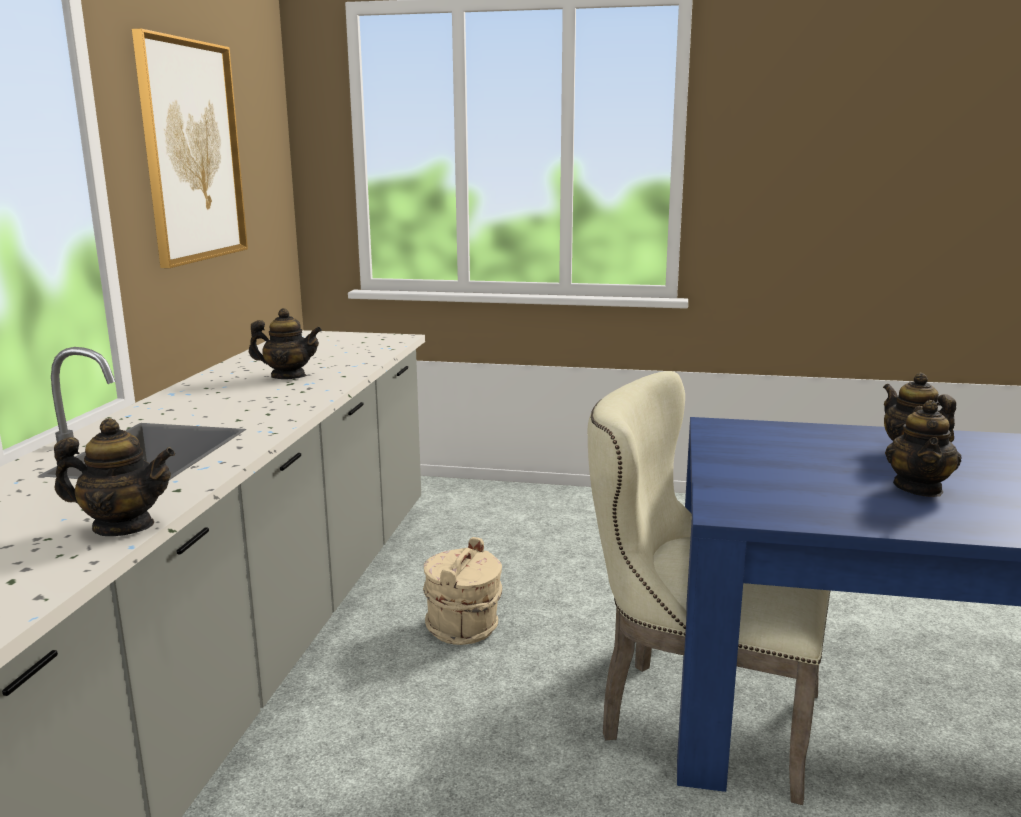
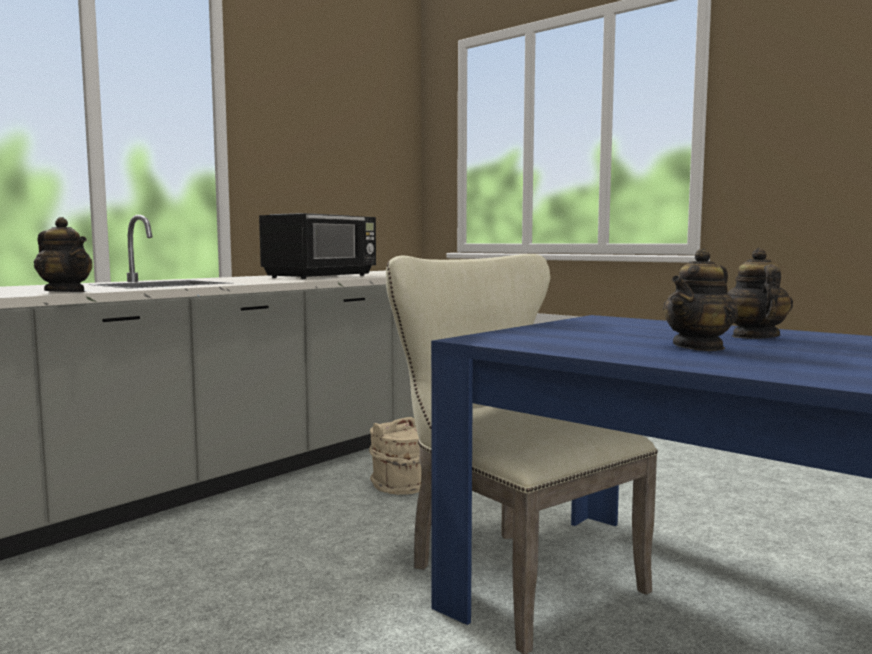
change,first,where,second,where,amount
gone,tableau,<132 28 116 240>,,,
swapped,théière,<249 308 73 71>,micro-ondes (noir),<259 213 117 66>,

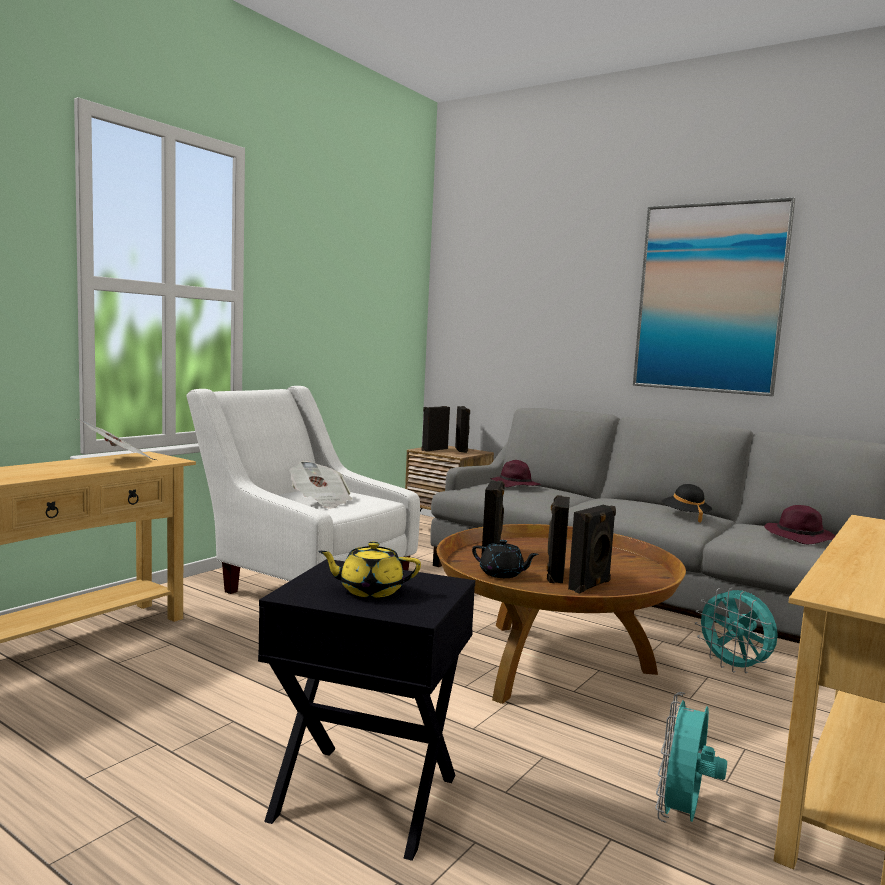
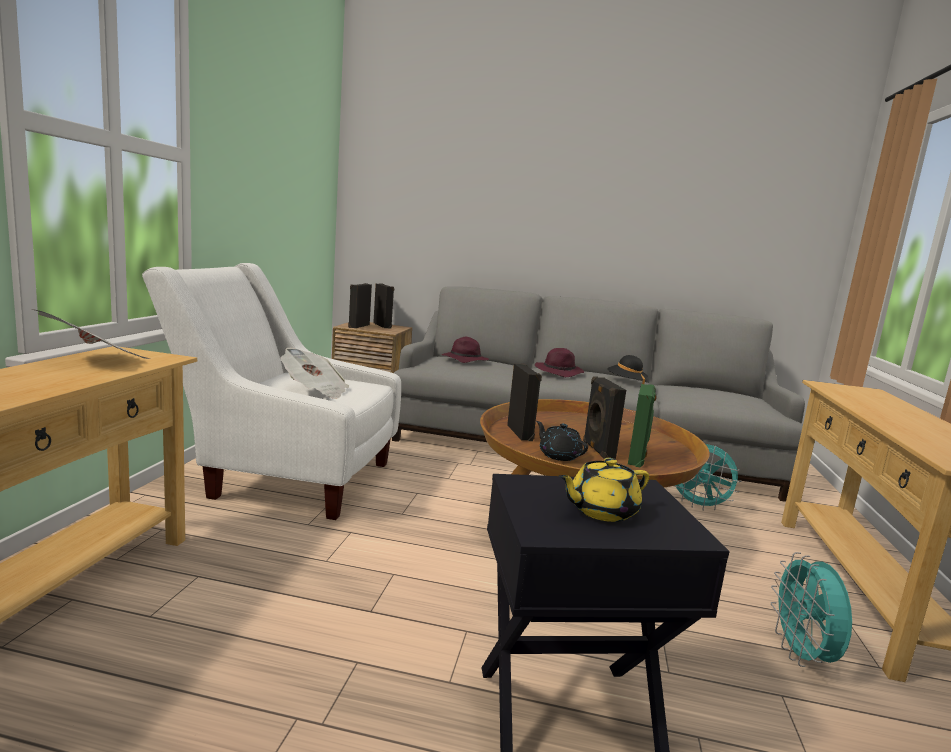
change,first,where,second,where,amount
gone,tableau,<633 197 162 199>,,,
shifted,chapeau (violet),<764 505 71 39>,,<535 348 49 29>,
repainted,enceinte (noir),<568 505 48 89>,enceinte (vert),<628 384 29 84>,
rotated,théière (noir),<472 540 67 38>,,<536 421 52 40>,135 degrees counterclockwise

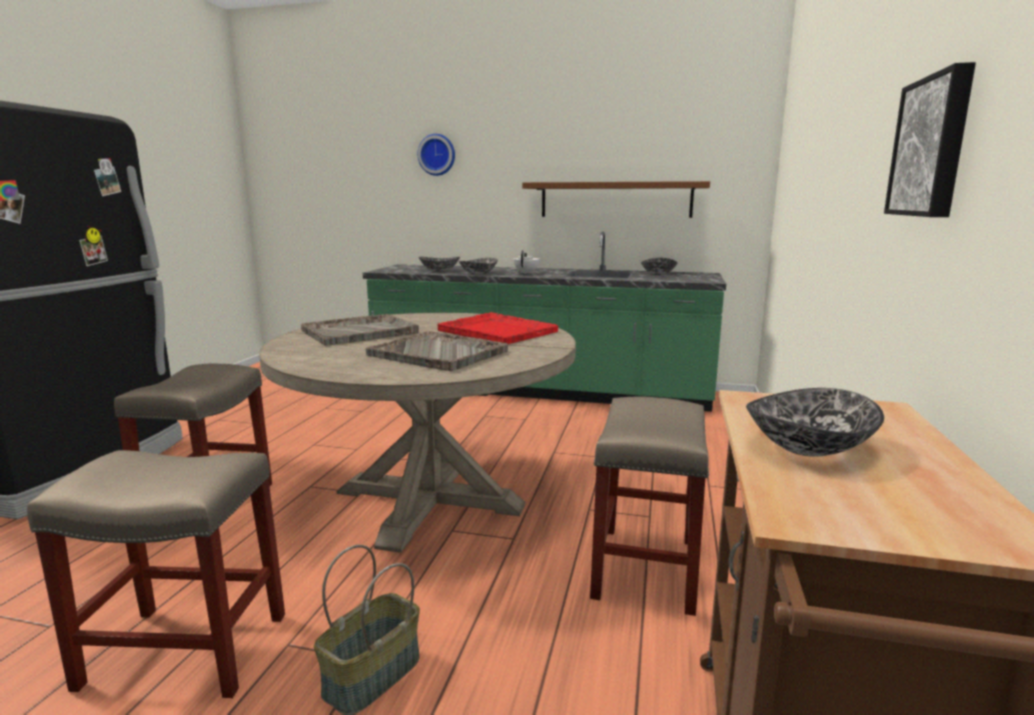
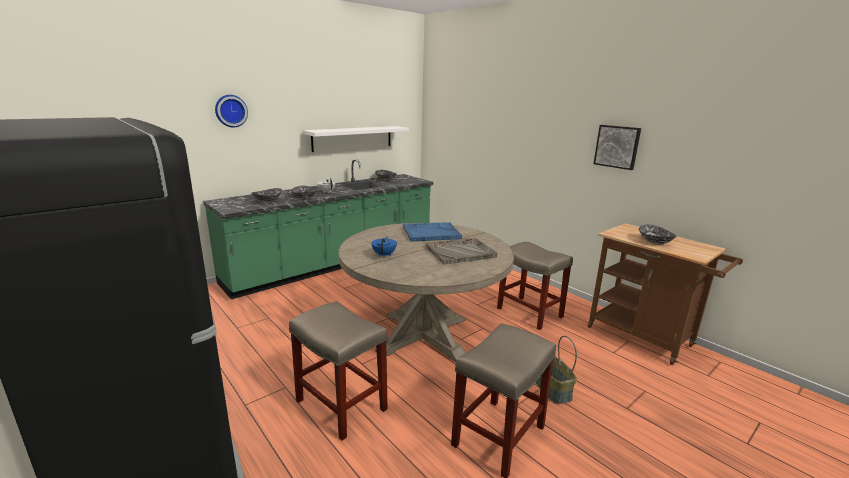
change,first,where,second,where,amount
swapped,plateau (gris),<301 314 118 32>,théière (bleu),<371 236 26 21>,
repainted,plateau (rouge),<437 312 121 32>,plateau (bleu),<403 222 59 20>,
repainted,étagère (marron),<522 181 188 37>,étagère (blanc),<303 126 106 26>,

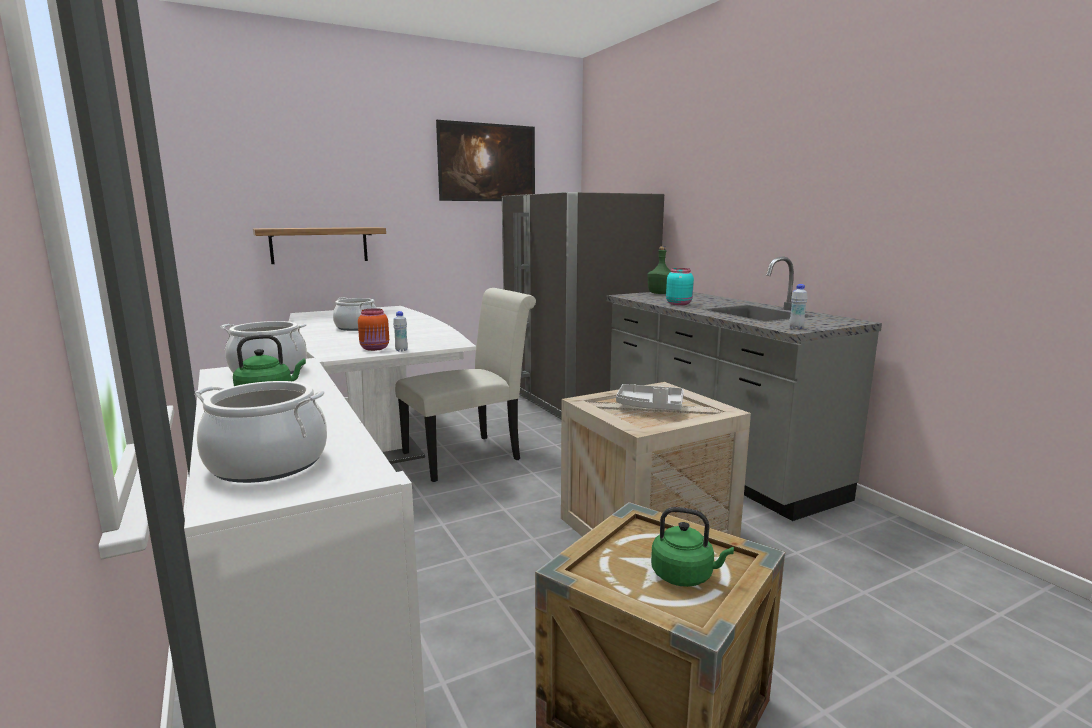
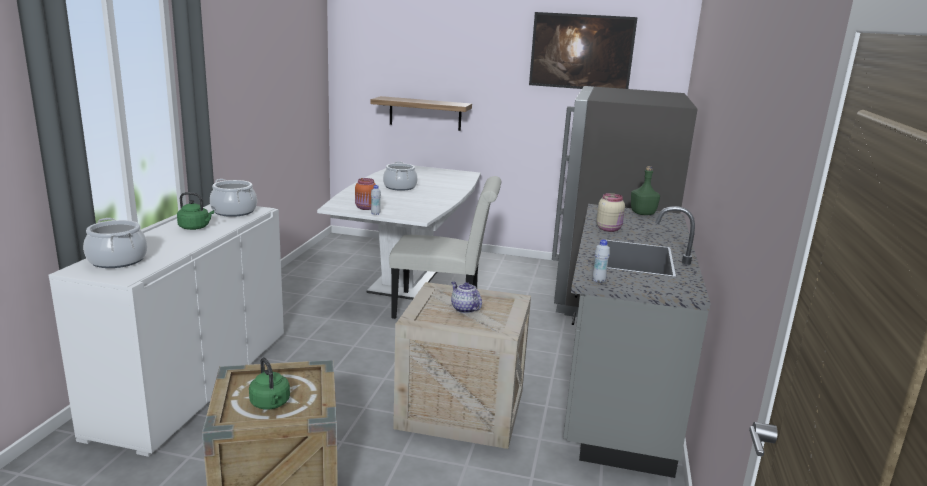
change,first,where,second,where,amount
swapped,plateau (gris),<616 384 68 26>,théière,<451 282 31 31>,
repainted,bocal (turquoise),<666 268 28 37>,bocal (beige),<596 193 29 39>,

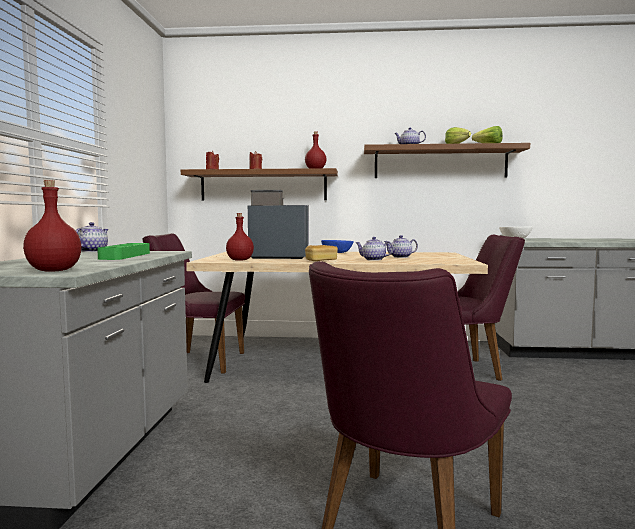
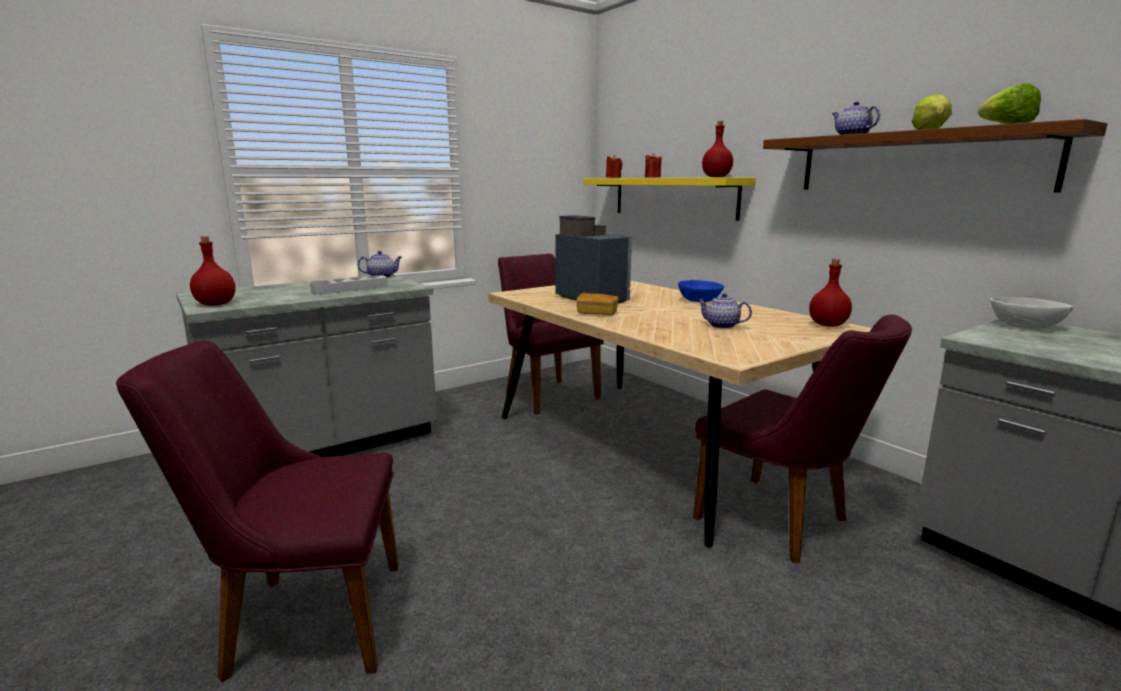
change,first,where,second,where,amount
gone,théière,<356 237 38 24>,,,
shifted,bouteille (rouge),<226 213 28 48>,,<809 259 43 68>,
repainted,plateau (vert),<97 243 53 17>,plateau (gris),<310 275 78 20>,
repainted,étagère (marron),<181 168 157 33>,étagère (jaune),<583 177 173 44>,

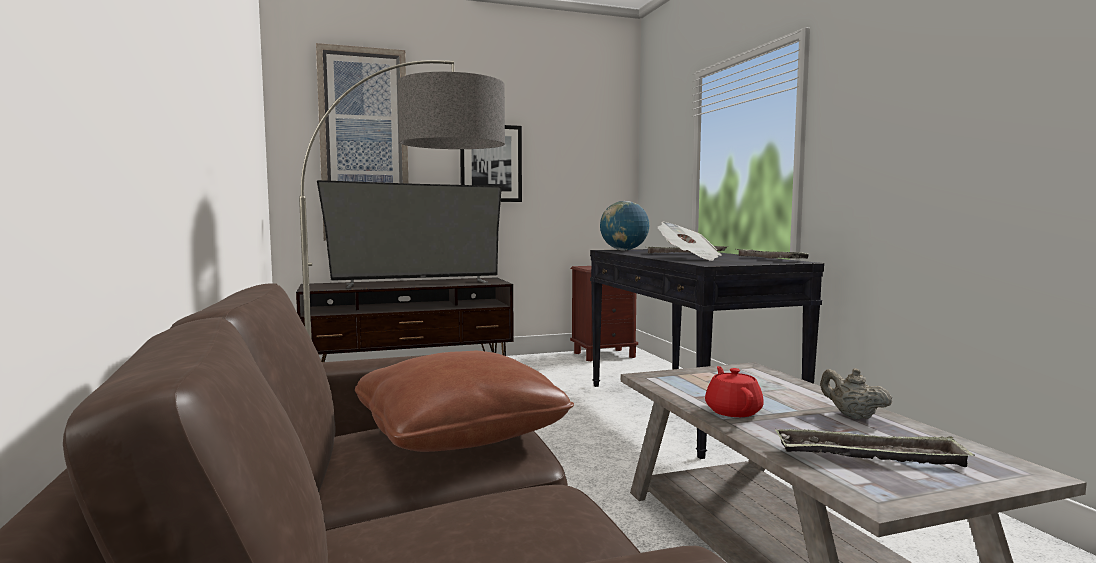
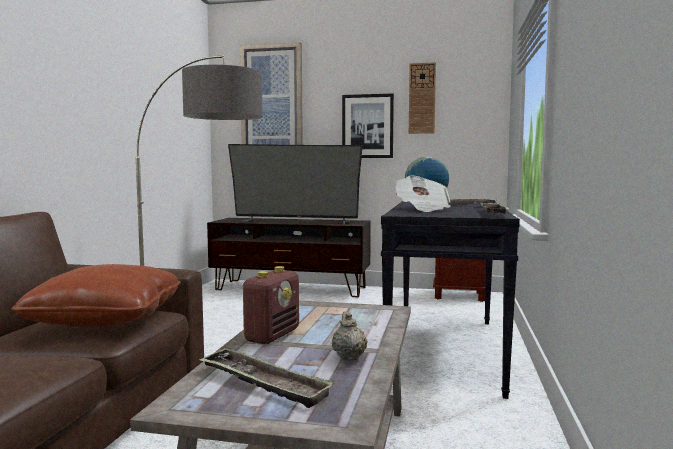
change,first,where,second,where,amount
new,,,horloge murale,<409 62 27 72>,
swapped,théière (rouge),<705 366 59 51>,radio,<243 266 56 78>,

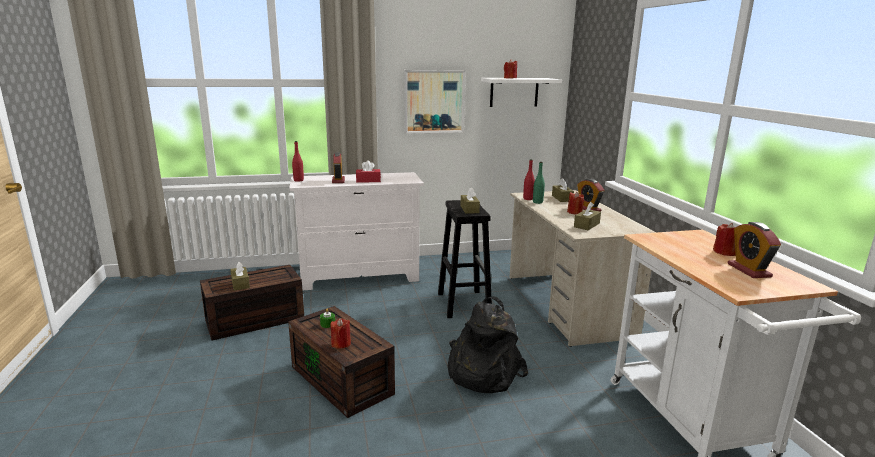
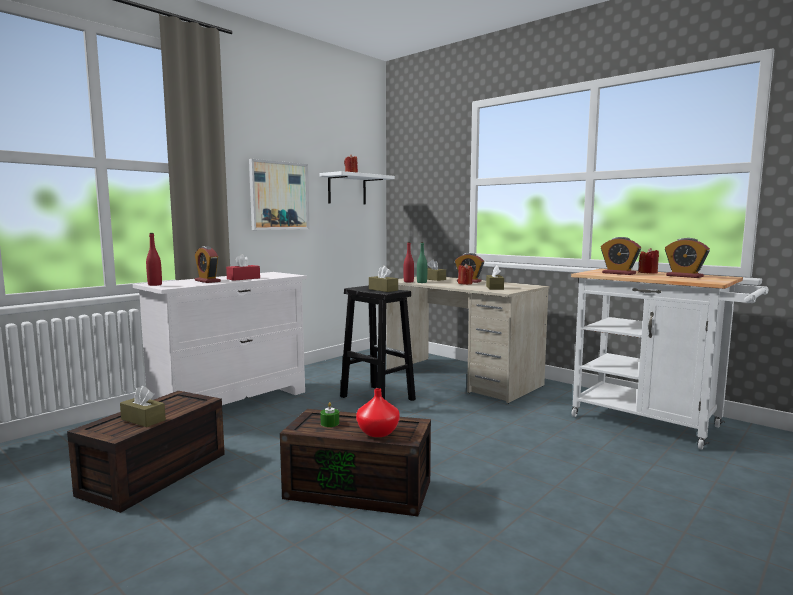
change,first,where,second,where,amount
gone,sac à dos (noir),<448 296 80 97>,,,
new,,,réveil,<601 237 40 38>,
swapped,bougie (rouge),<330 318 21 31>,vase (rouge),<356 388 44 49>,

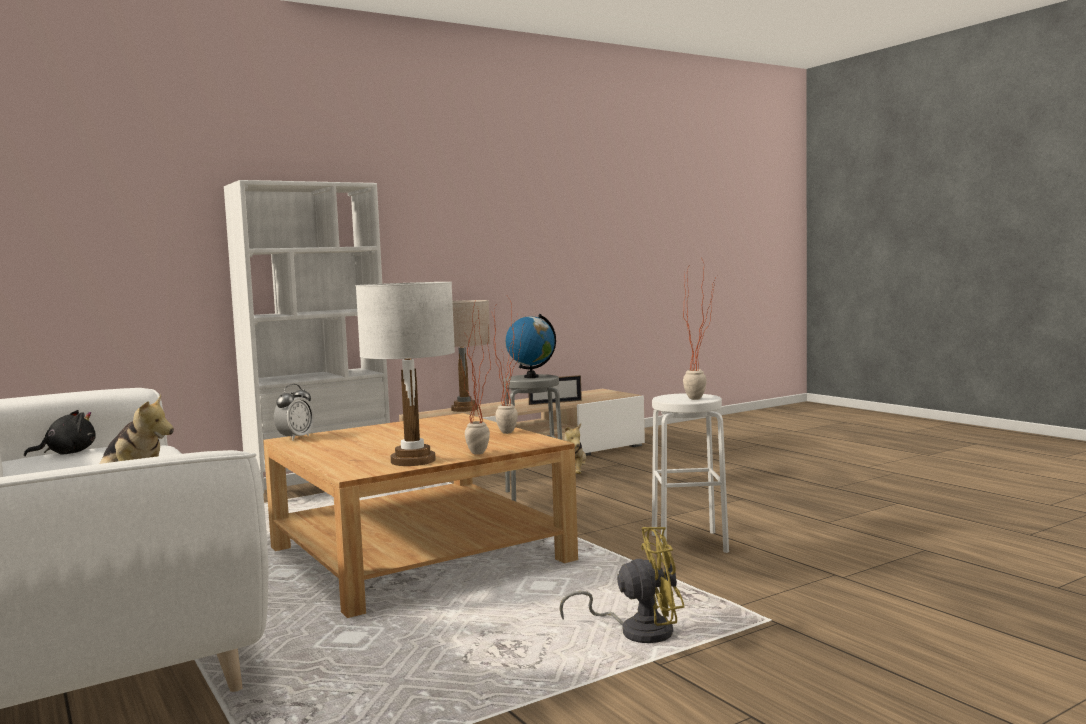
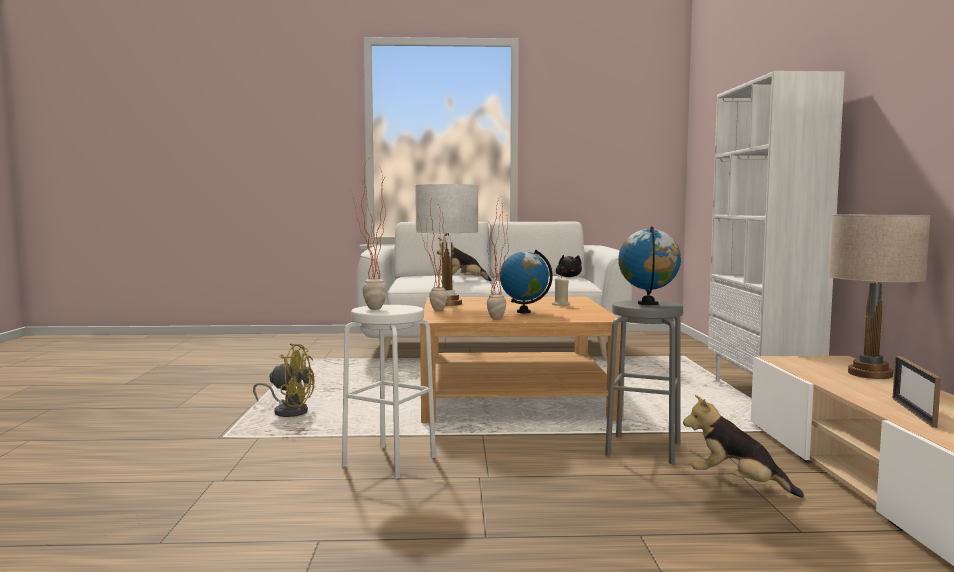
change,first,where,second,where,amount
gone,réveil,<274 384 40 57>,,,
new,,,globe,<500 250 53 63>,
new,,,bougie (beige),<552 276 18 30>,
rotated,ventilateur (jaune),<559 527 125 116>,,<253 343 61 74>,105 degrees counterclockwise

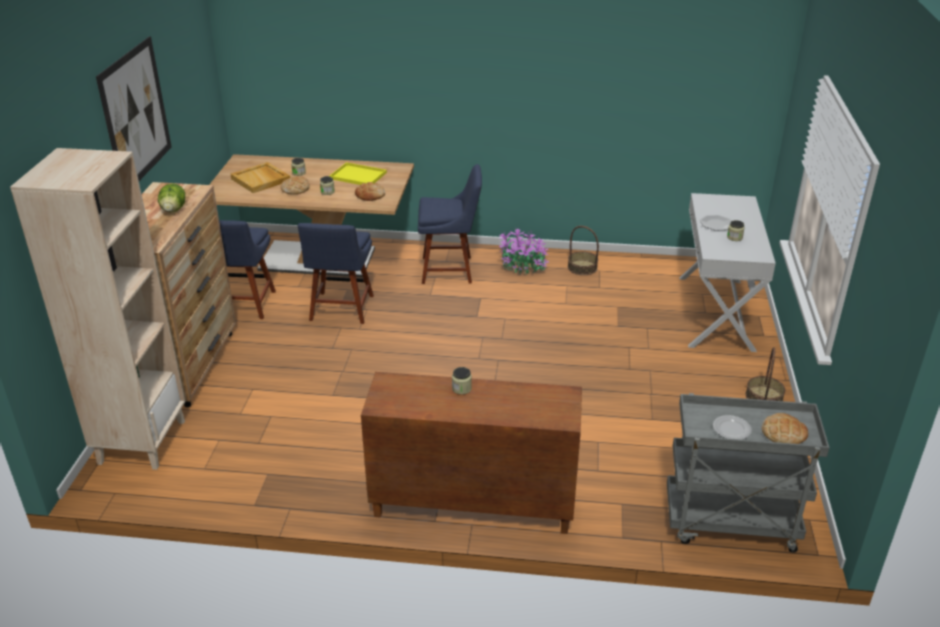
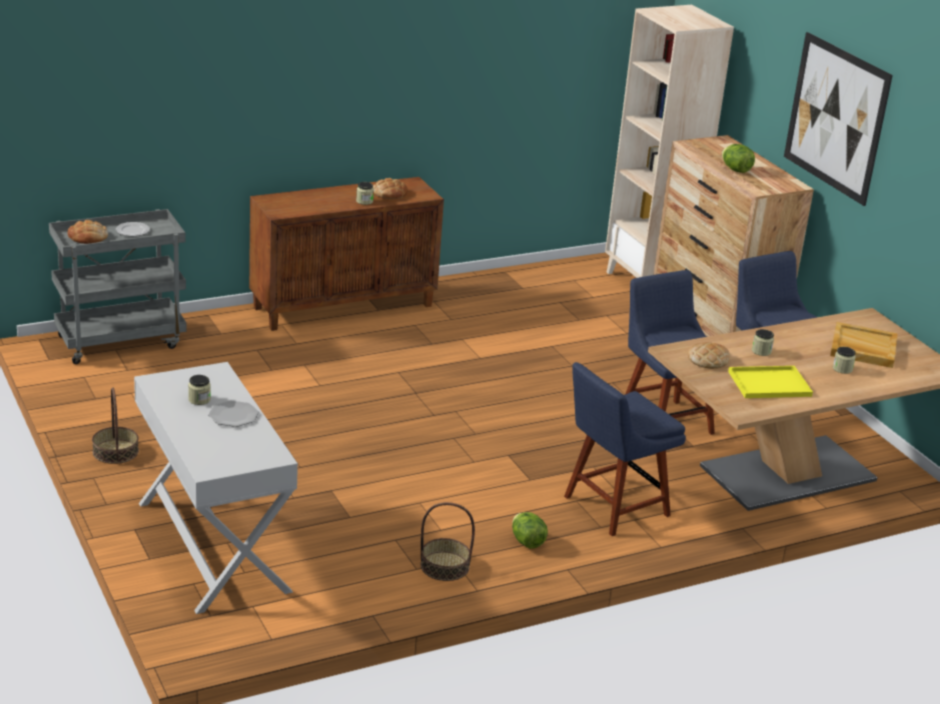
change,first,where,second,where,amount
shifted,pain,<280 176 30 18>,,<373 178 35 21>,
swapped,plante en pot,<498 228 51 46>,laitue,<512 512 36 37>,

